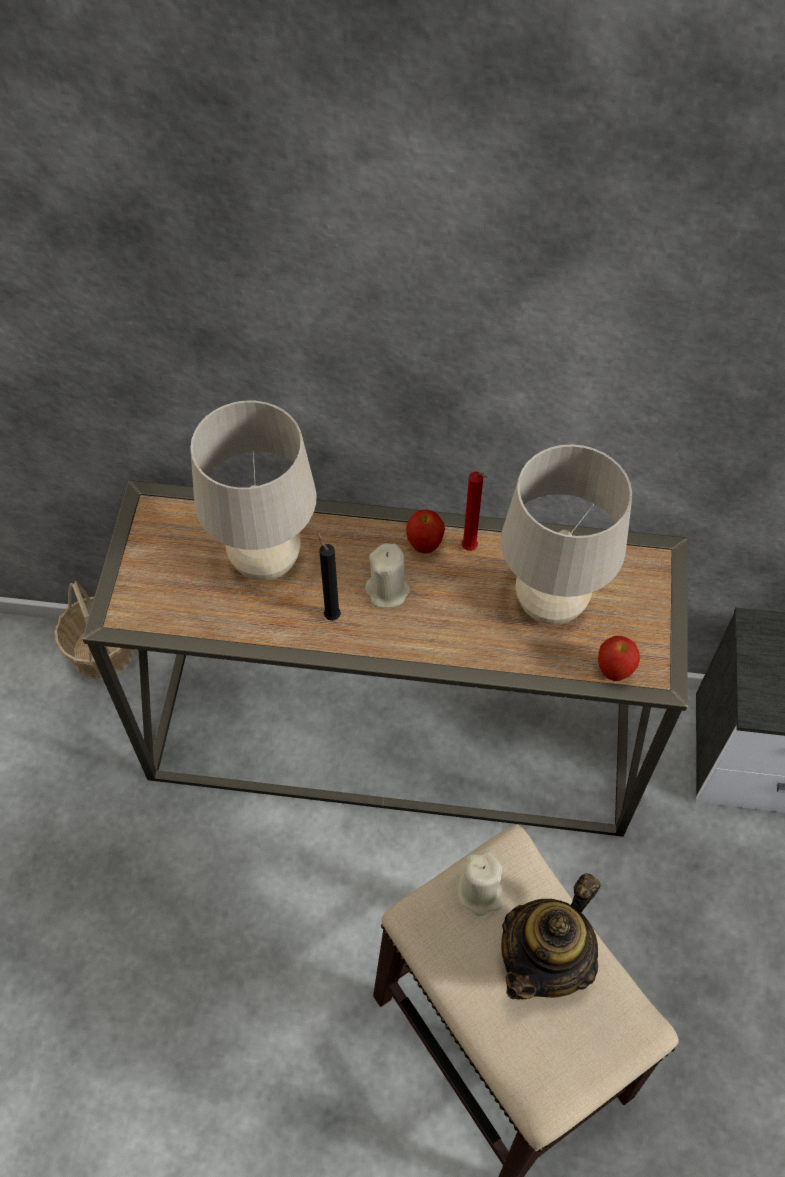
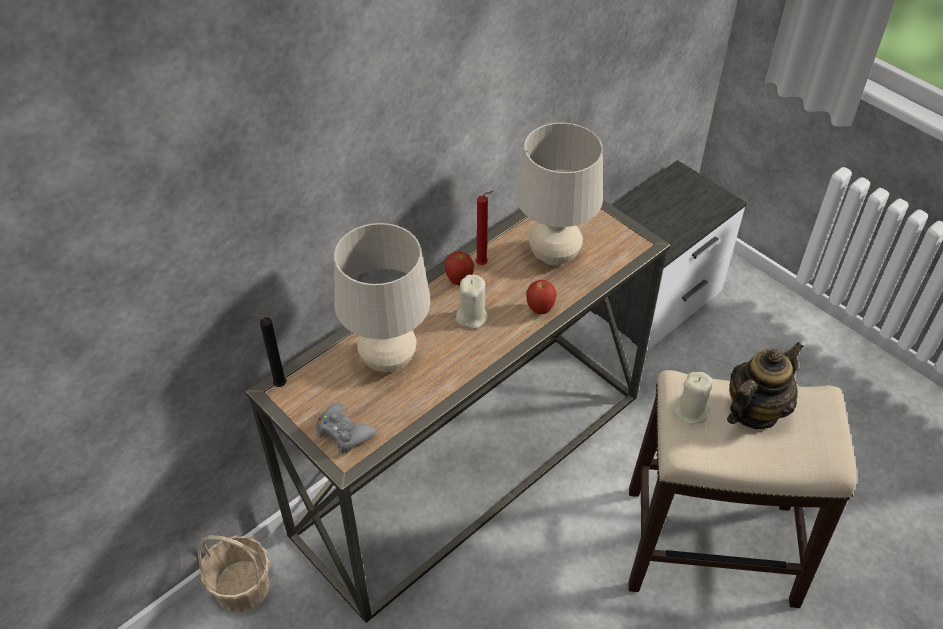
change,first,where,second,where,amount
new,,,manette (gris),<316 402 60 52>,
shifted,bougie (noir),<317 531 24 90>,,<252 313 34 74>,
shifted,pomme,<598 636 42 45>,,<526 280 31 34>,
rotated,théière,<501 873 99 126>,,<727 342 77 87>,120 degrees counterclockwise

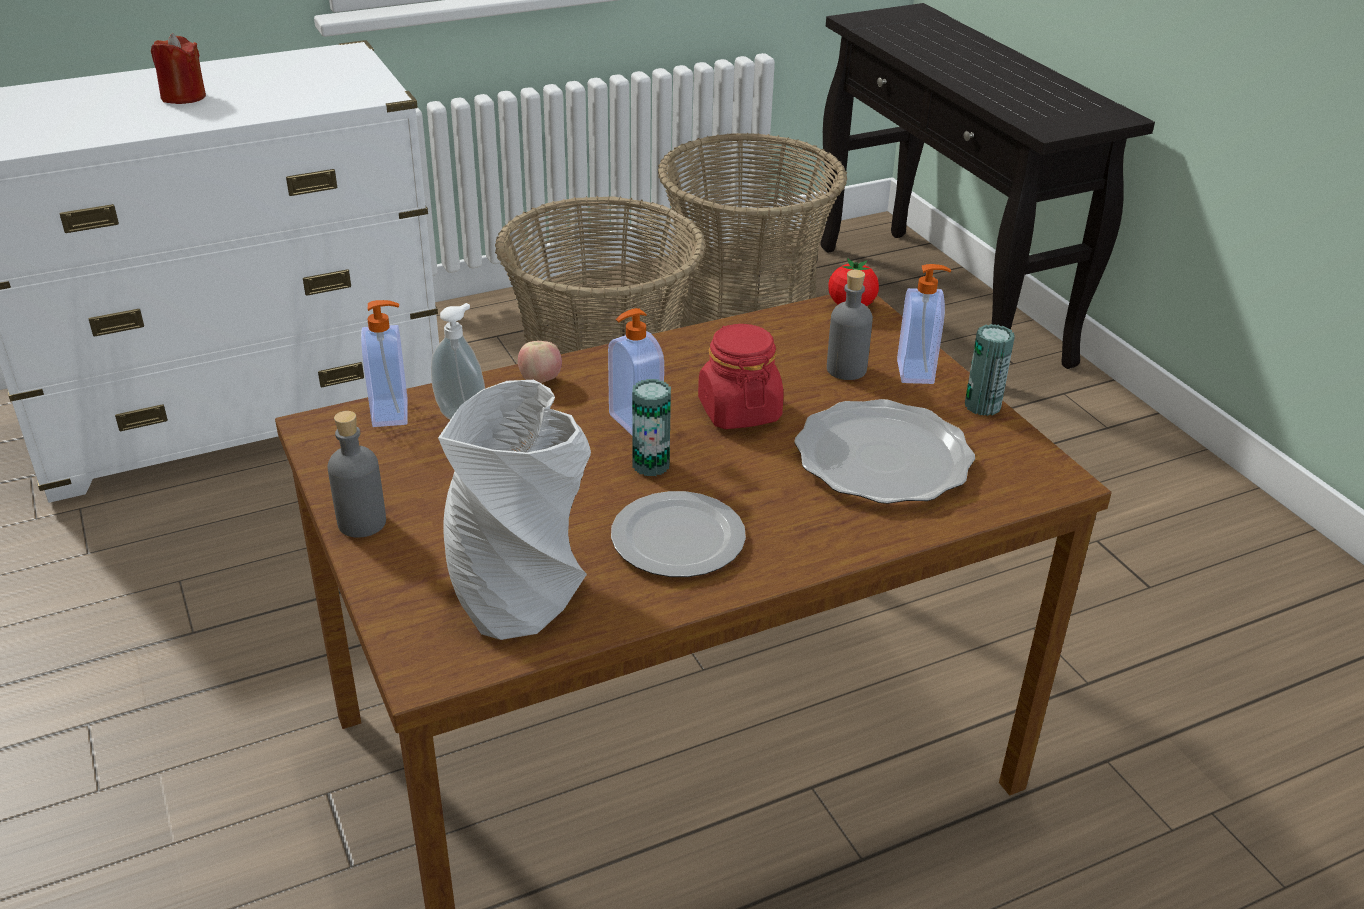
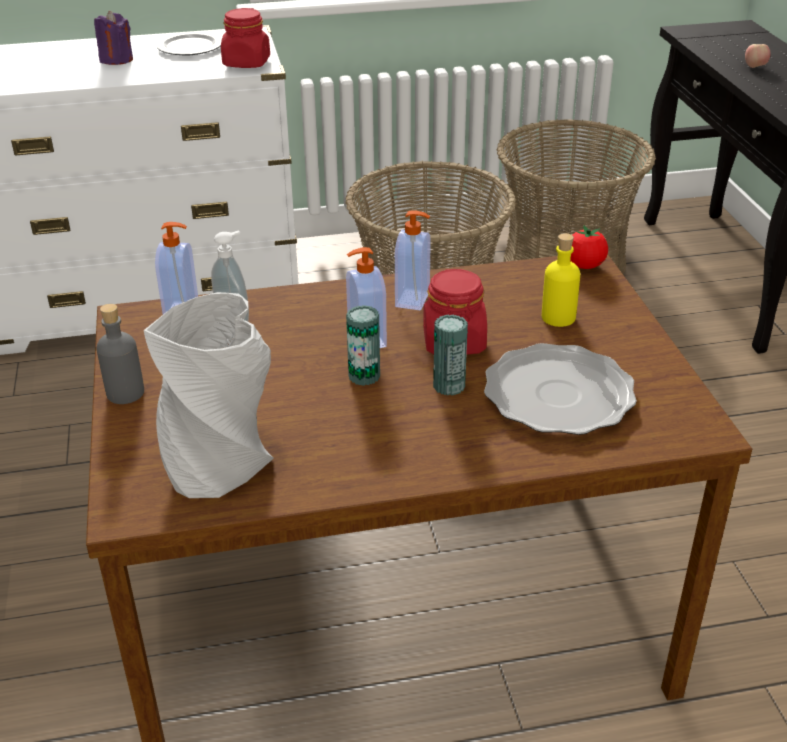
change,first,where,second,where,amount
new,,,bocal (rouge),<221 8 49 60>,
shifted,pomme,<518 341 44 42>,,<745 44 26 24>,
shifted,assiette,<611 491 135 86>,,<156 32 66 24>,
shifted,distributeur de savon,<897 264 54 120>,,<395 210 36 100>,
shifted,boîte métallique,<965 324 50 92>,,<433 314 35 82>,
repainted,bougie (rouge),<151 33 55 71>,bougie (violet),<94 11 39 54>,
repainted,bouteille (gris),<827 270 46 110>,bouteille (jaune),<542 233 38 94>,

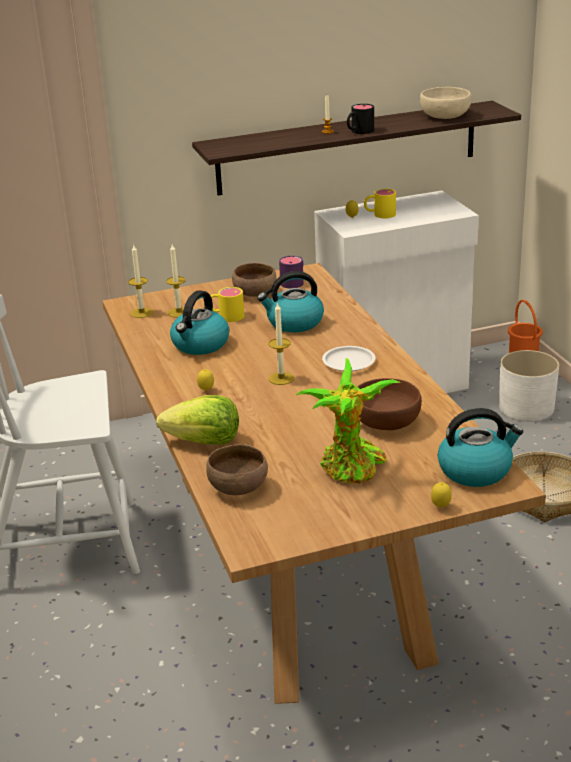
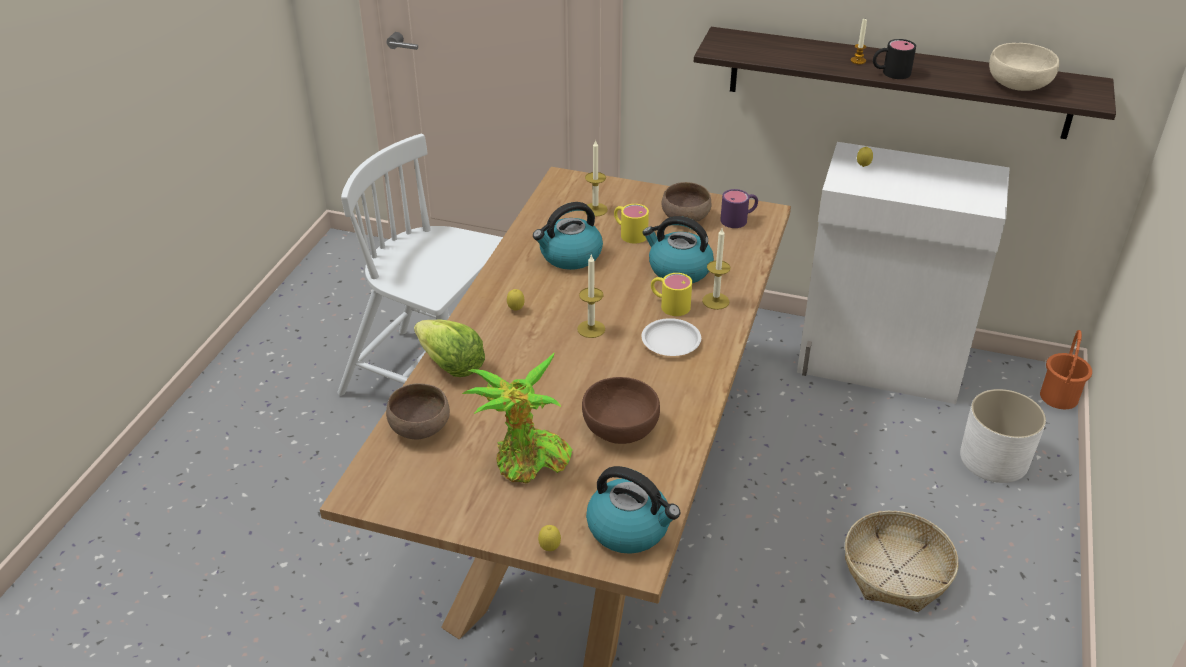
change,first,where,second,where,amount
shifted,bougie,<128 245 25 73>,,<702 228 29 82>,
shifted,mug (jaune),<364 188 32 30>,,<651 273 41 43>,

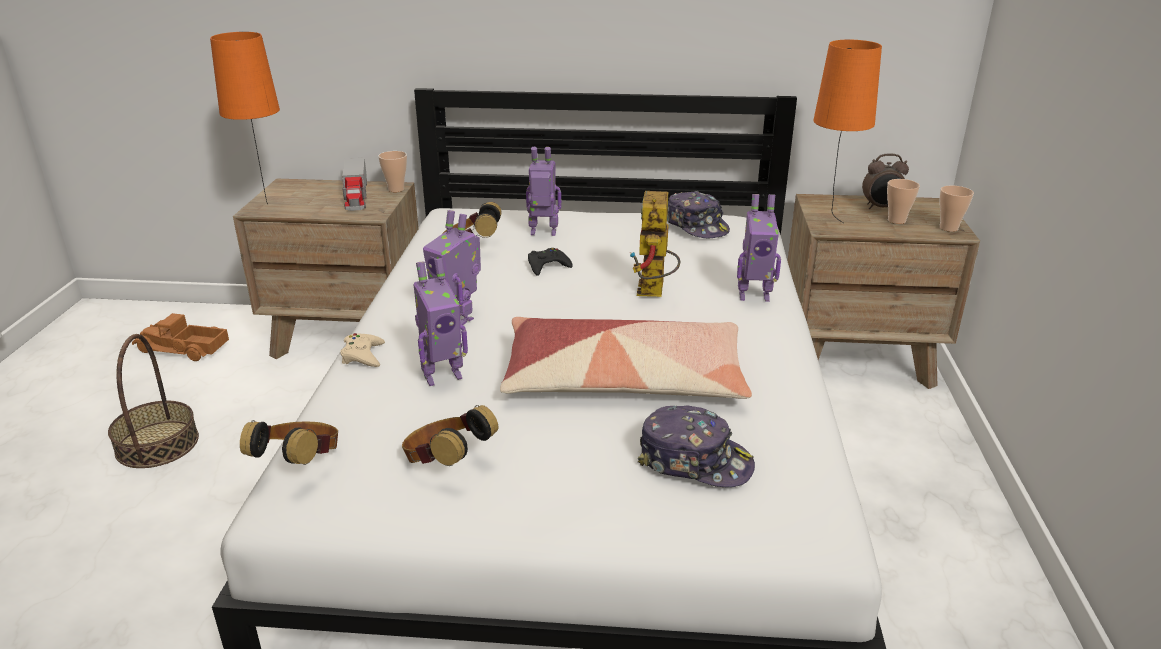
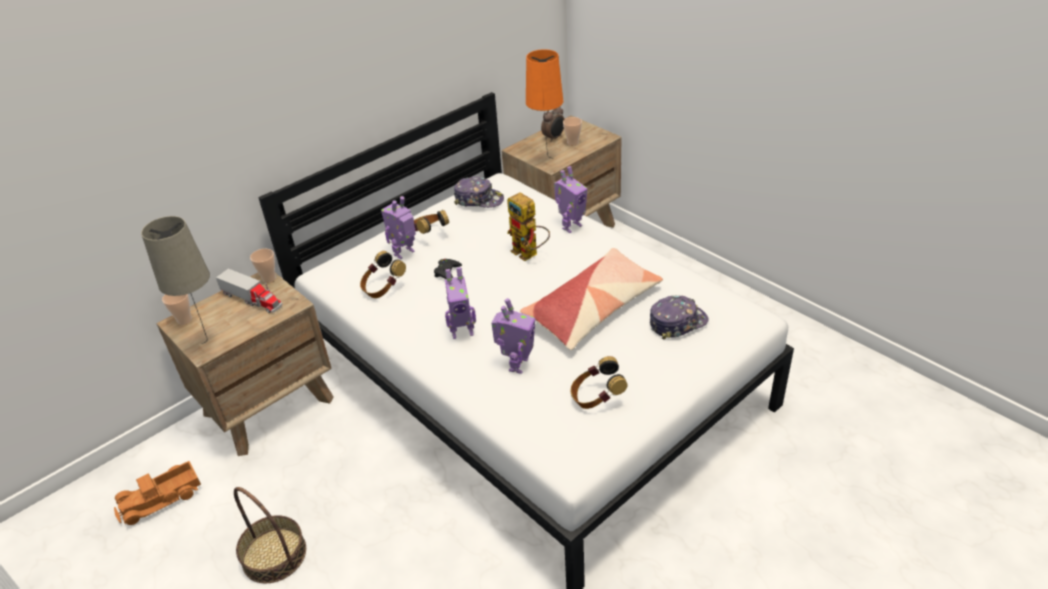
change,first,where,second,where,amount
gone,manette (beige),<340 333 45 34>,,,
shifted,casque audio,<240 420 98 45>,,<414 210 35 24>,
shifted,tasse,<940 186 34 46>,,<162 294 30 31>,
repainted,lampe de table (orange),<210 32 70 172>,lampe de table (beige),<141 216 69 128>,

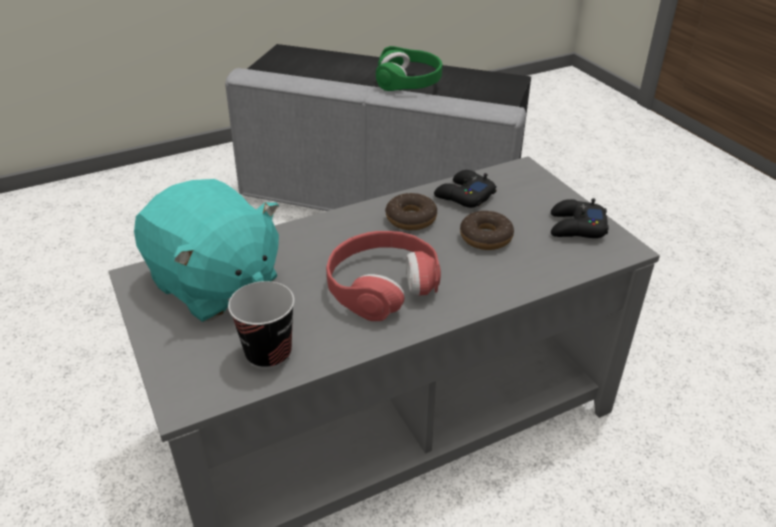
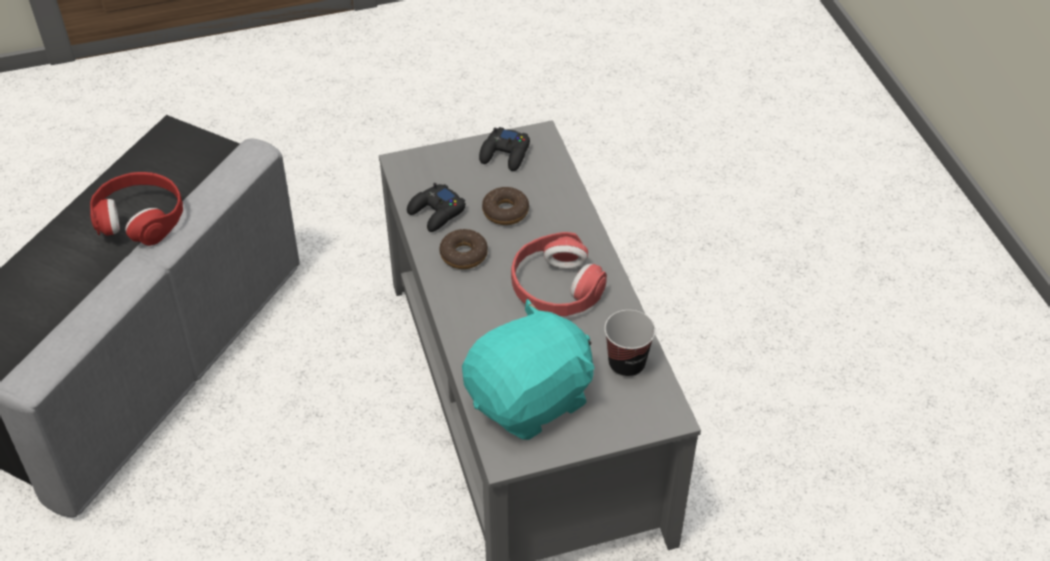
change,first,where,second,where,amount
repainted,casque audio (vert),<376 46 66 45>,casque audio (rouge),<90 172 93 74>,

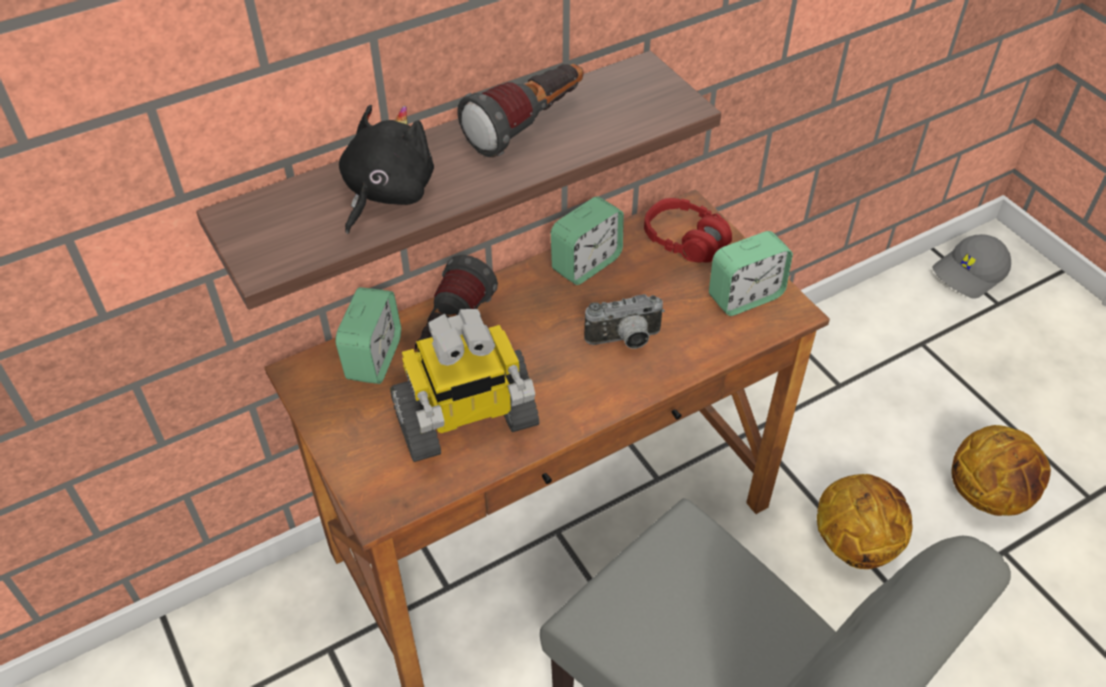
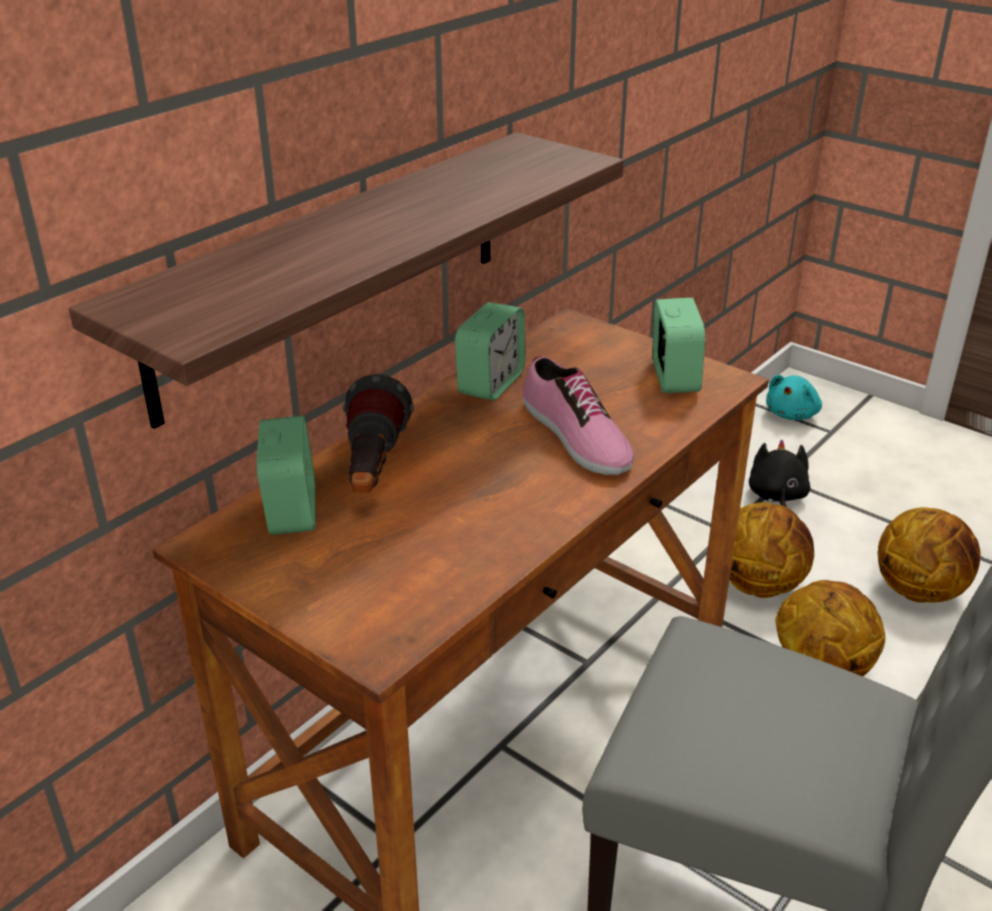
change,first,where,second,where,amount
gone,robot jouet,<390 309 149 153>,,,
gone,lampe de poche,<457 64 126 93>,,,
gone,casque audio (rouge),<644 198 88 65>,,,
new,,,ballon de basket,<729 502 85 96>,
shifted,peluche (noir),<339 105 95 129>,,<749 440 62 67>,
swapped,appareil photo,<584 294 81 55>,chaussure,<523 356 111 119>,
swapped,casquette (gris),<932 234 79 65>,peluche (turquoise),<766 375 56 45>,
rotated,réveil,<709 231 84 85>,,<652 298 53 95>,45 degrees counterclockwise

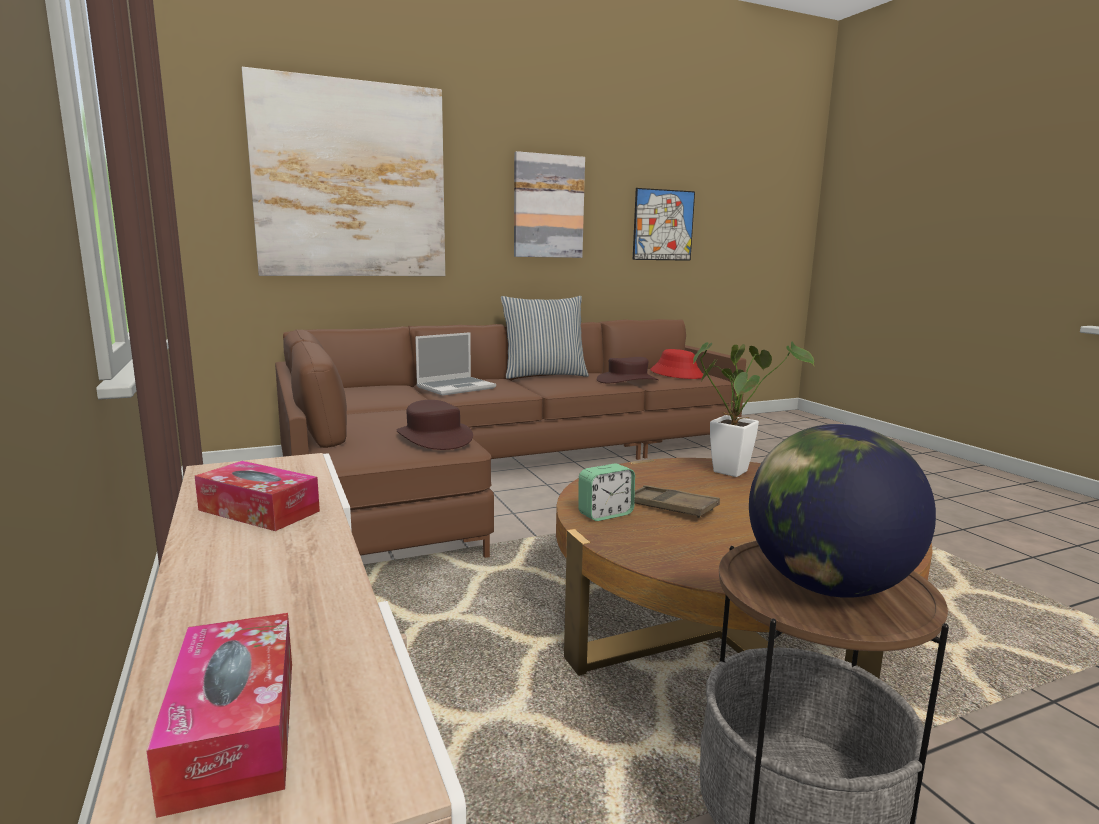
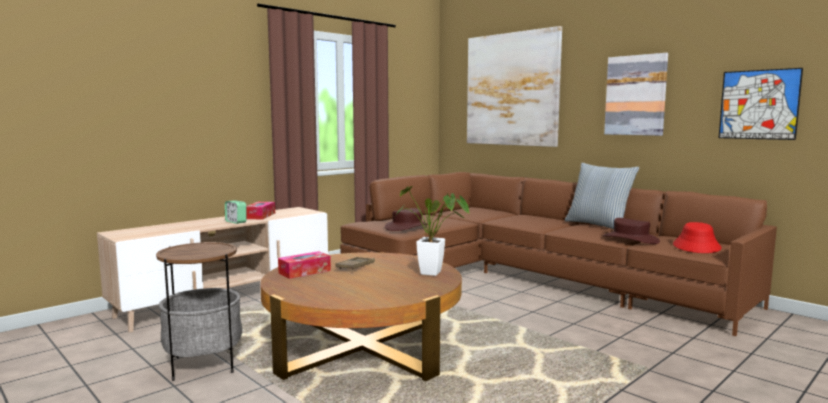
change,first,where,second,where,amount
gone,ordinateur portable,<415 332 81 64>,,,
gone,globe,<749 424 187 174>,,,
shifted,boîte à mouchoirs,<146 613 146 205>,,<278 251 53 28>,
shifted,réveil,<578 463 57 58>,,<225 200 22 24>,

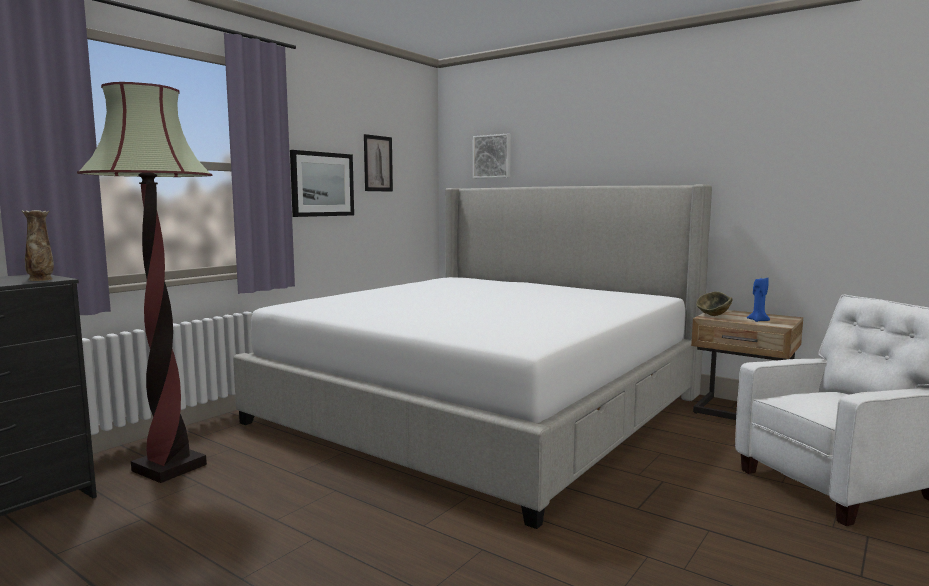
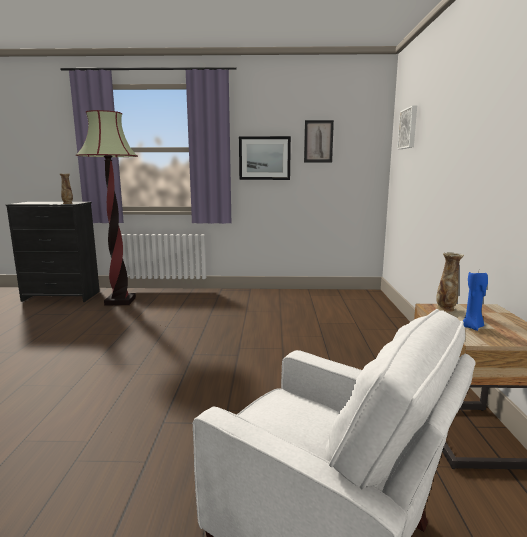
change,first,where,second,where,amount
gone,lit,<233 184 479 345>,,,
swapped,bol,<696 291 37 25>,vase,<436 252 28 60>,

